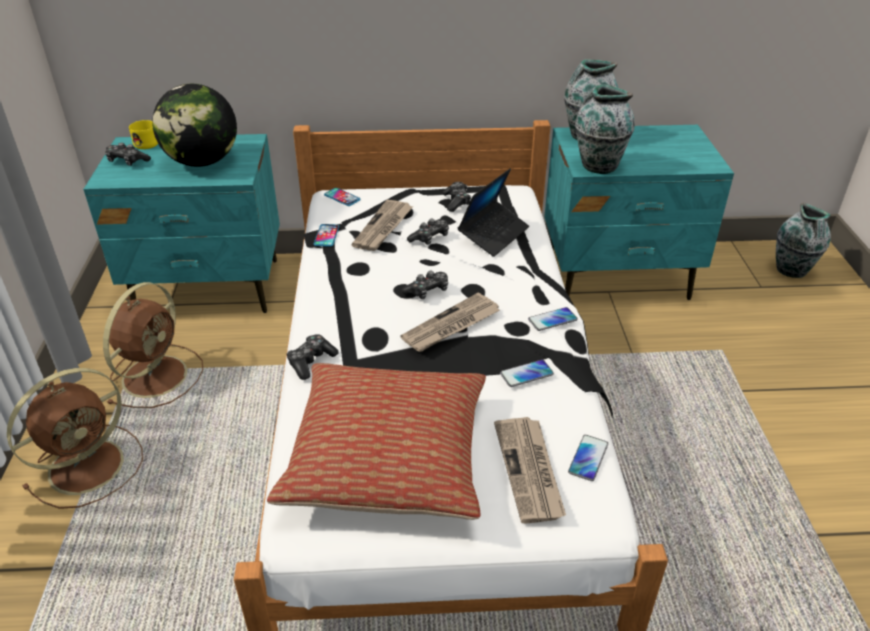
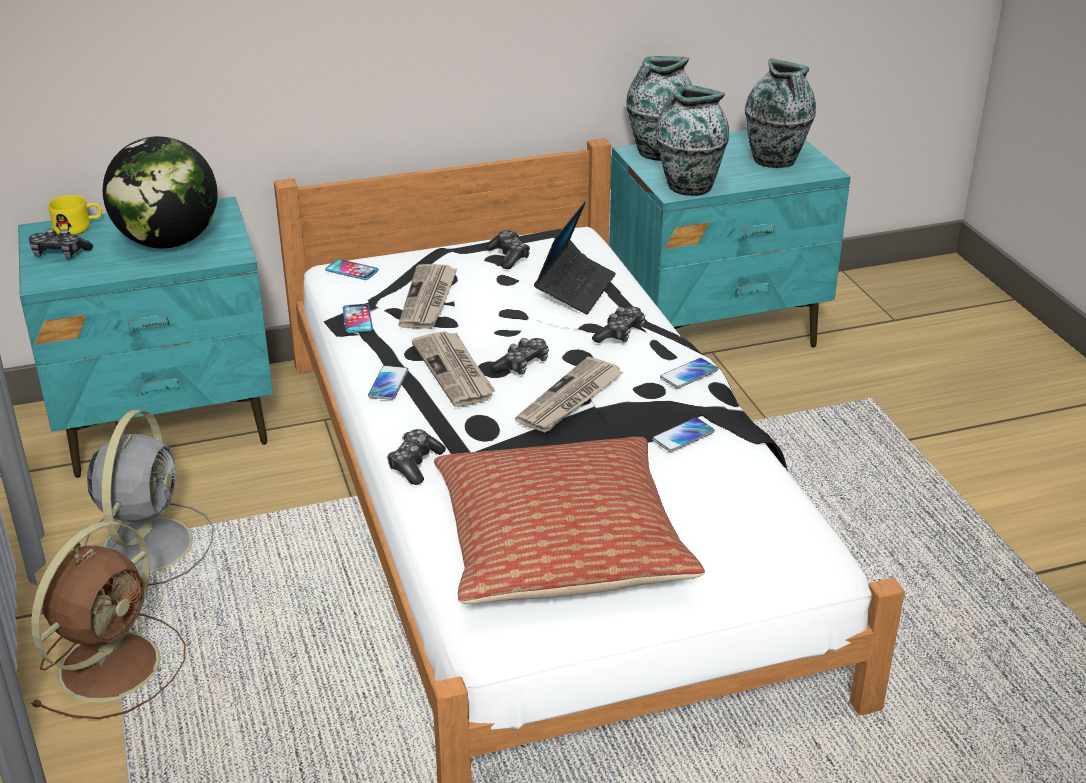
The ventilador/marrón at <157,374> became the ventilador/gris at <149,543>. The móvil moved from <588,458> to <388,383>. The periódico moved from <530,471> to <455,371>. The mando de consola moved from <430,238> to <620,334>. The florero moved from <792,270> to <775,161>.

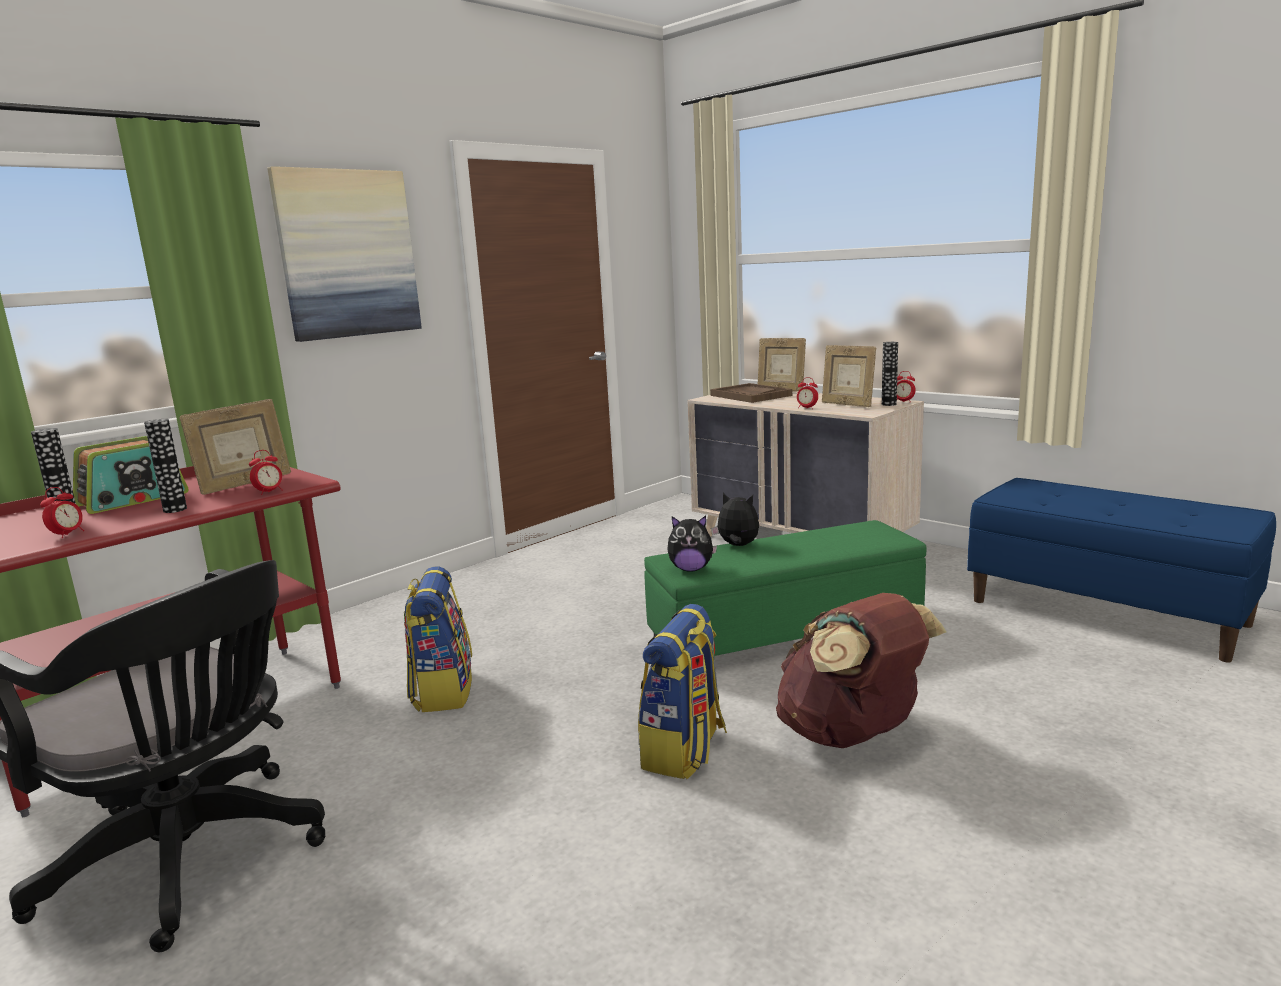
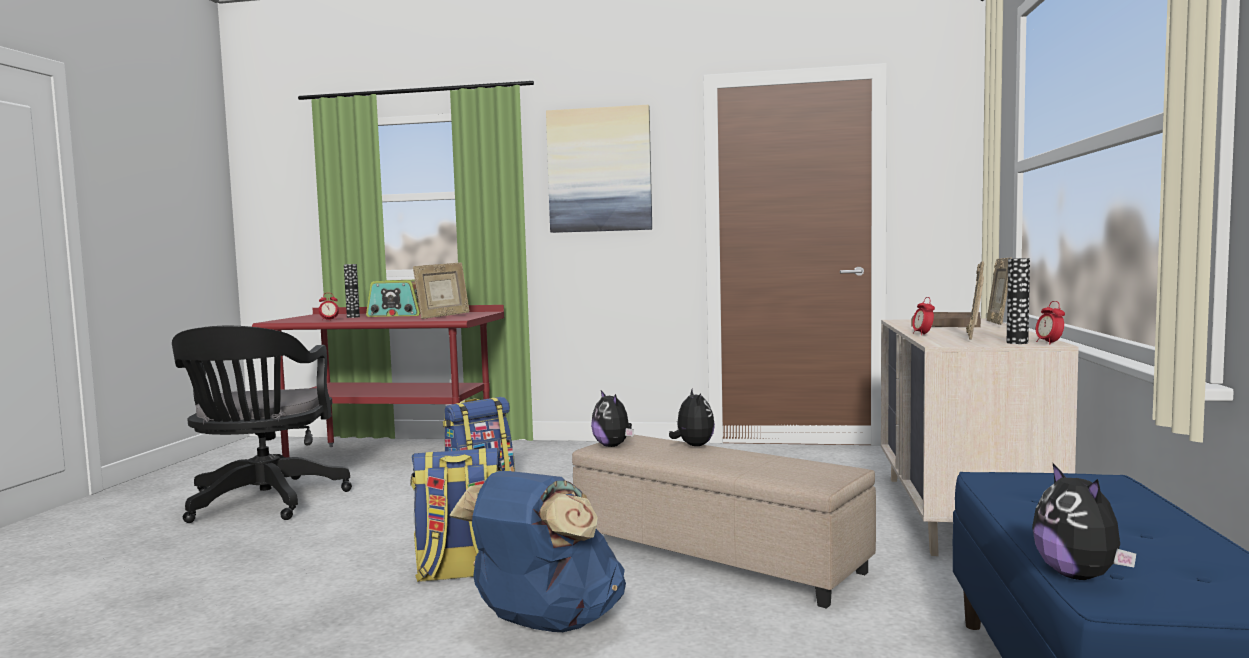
The portarretratos at <245,484> turned 60 degrees counterclockwise. The mochila/marrón at <852,735> became the mochila/azul at <545,624>. The puf/verde at <784,633> became the puf/beis at <717,556>. The peluche at <1079,576> appeared. The florero at <175,509> disappeared. The despertador at <269,492> disappeared.

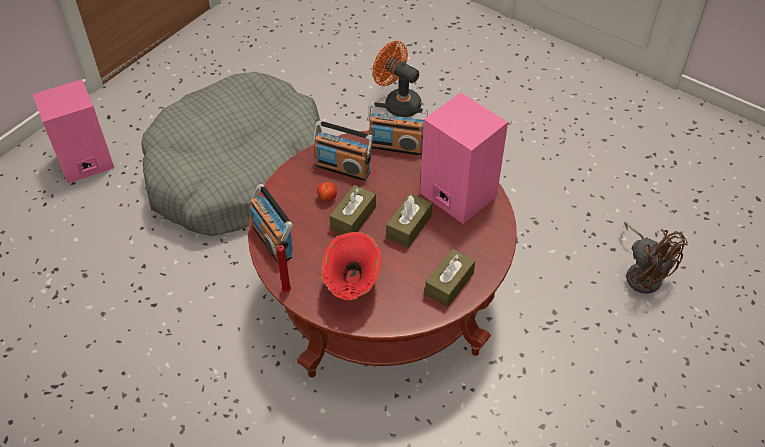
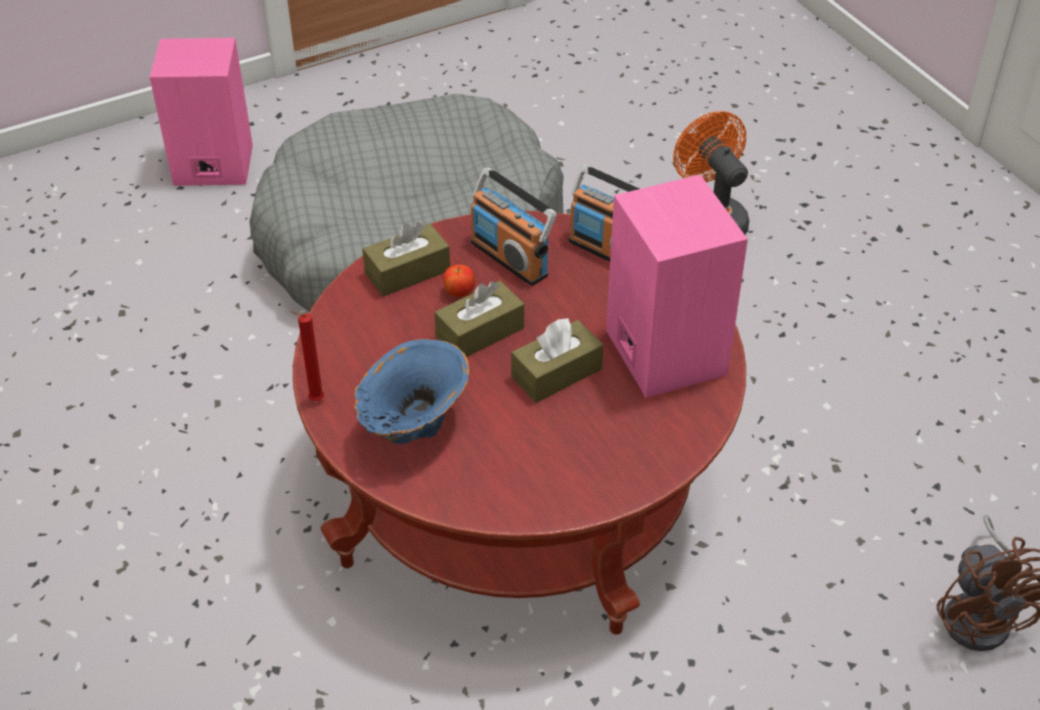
The florero/rojo at <351,288> became the florero/azul at <413,429>. The caja de pañuelos/marrón moved from <449,284> to <407,272>. The radio at <272,241> disappeared.

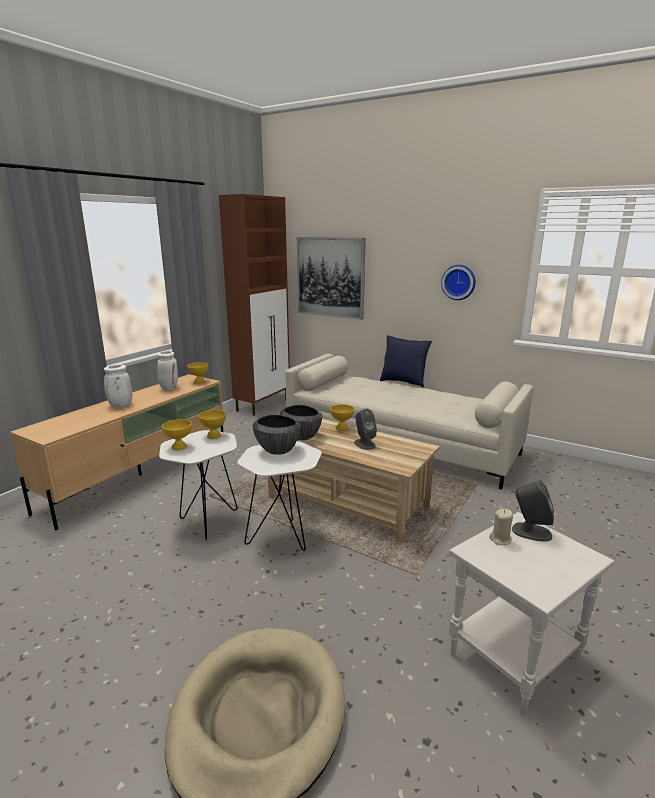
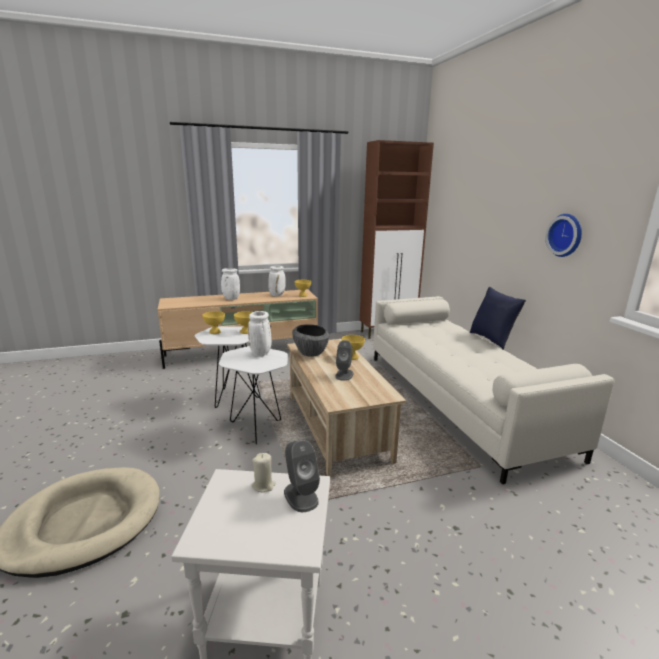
The cuenco at <278,450> was replaced by the florero/blanco at <261,354>. The cuadro at <330,277> disappeared.

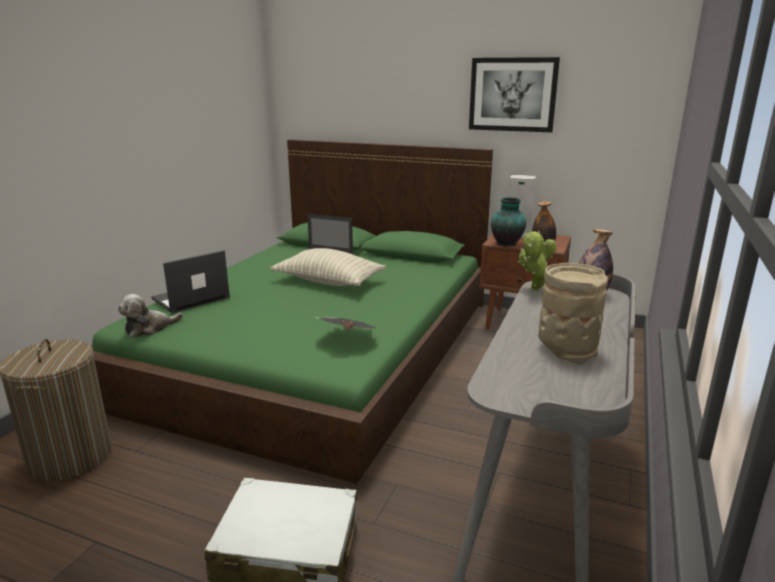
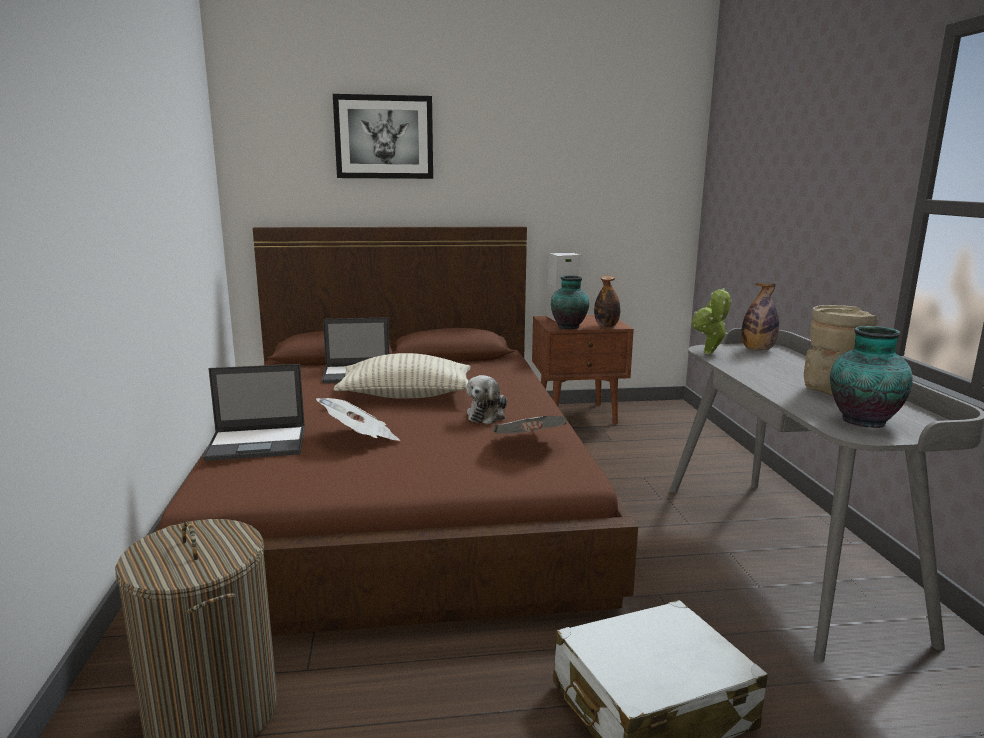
The cama/verde at <320,348> became the cama/marrón at <400,484>. The portátil at <190,298> turned 120 degrees counterclockwise. The periódico at <360,439> appeared. The cuadro moved from <512,94> to <384,137>. The peluche moved from <149,328> to <487,415>. The florero at <861,421> appeared.

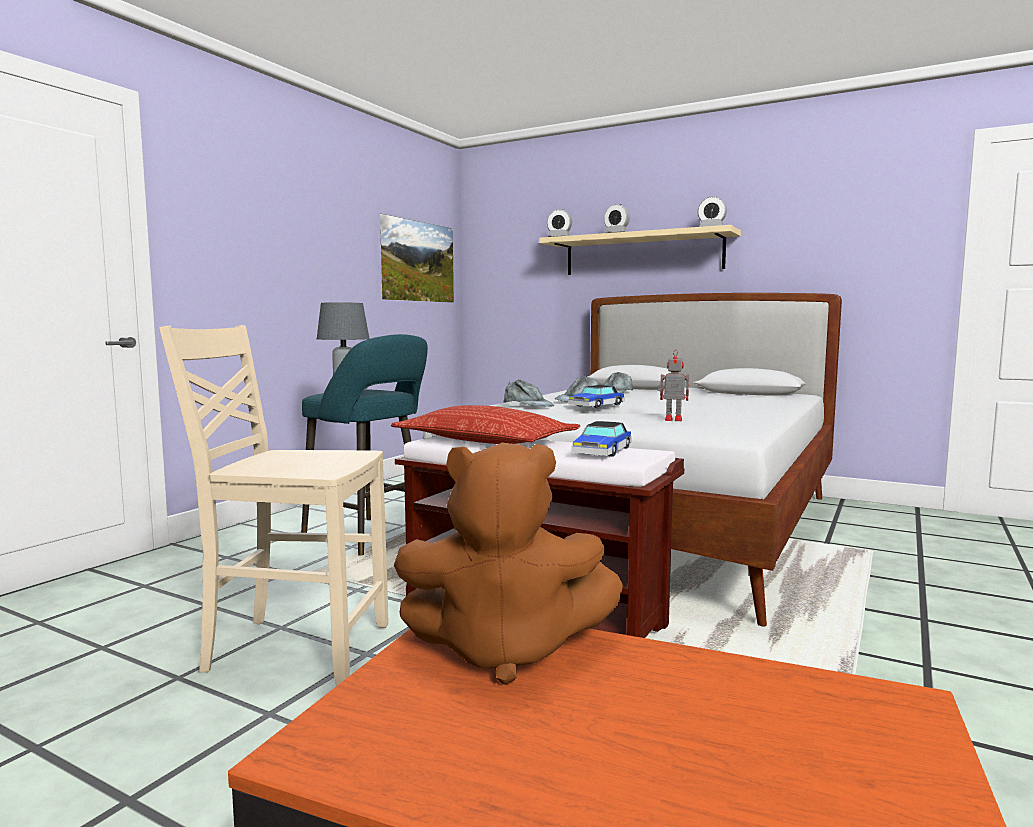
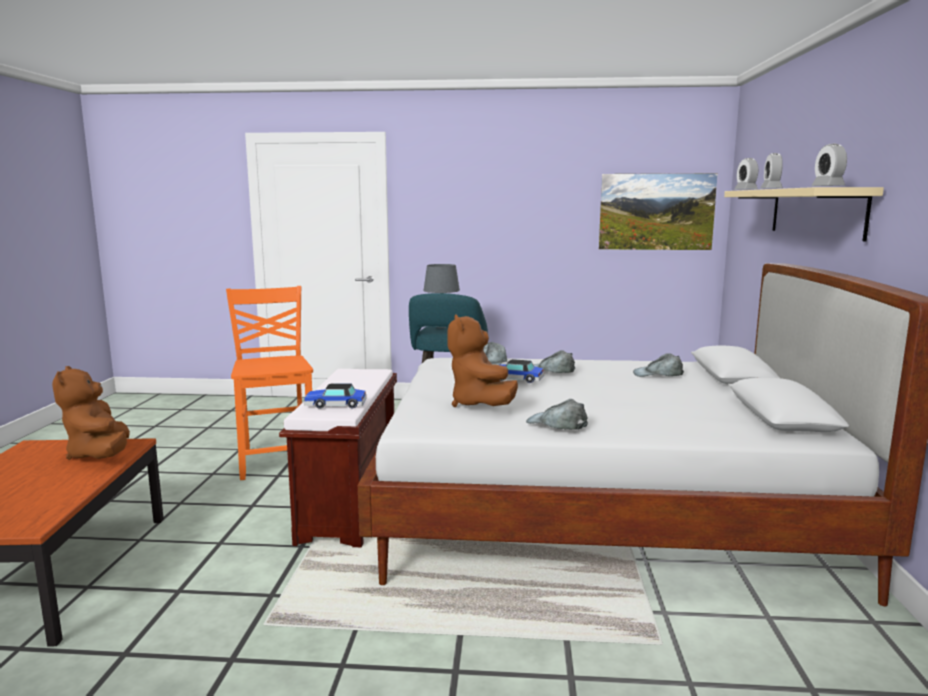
The silla/beis at <295,648> became the silla/naranja at <277,460>. The robot de juguete at <672,419> was replaced by the peluche/marrón at <479,404>. The gorra/gris at <557,423> appeared. The cojín at <485,440> disappeared.

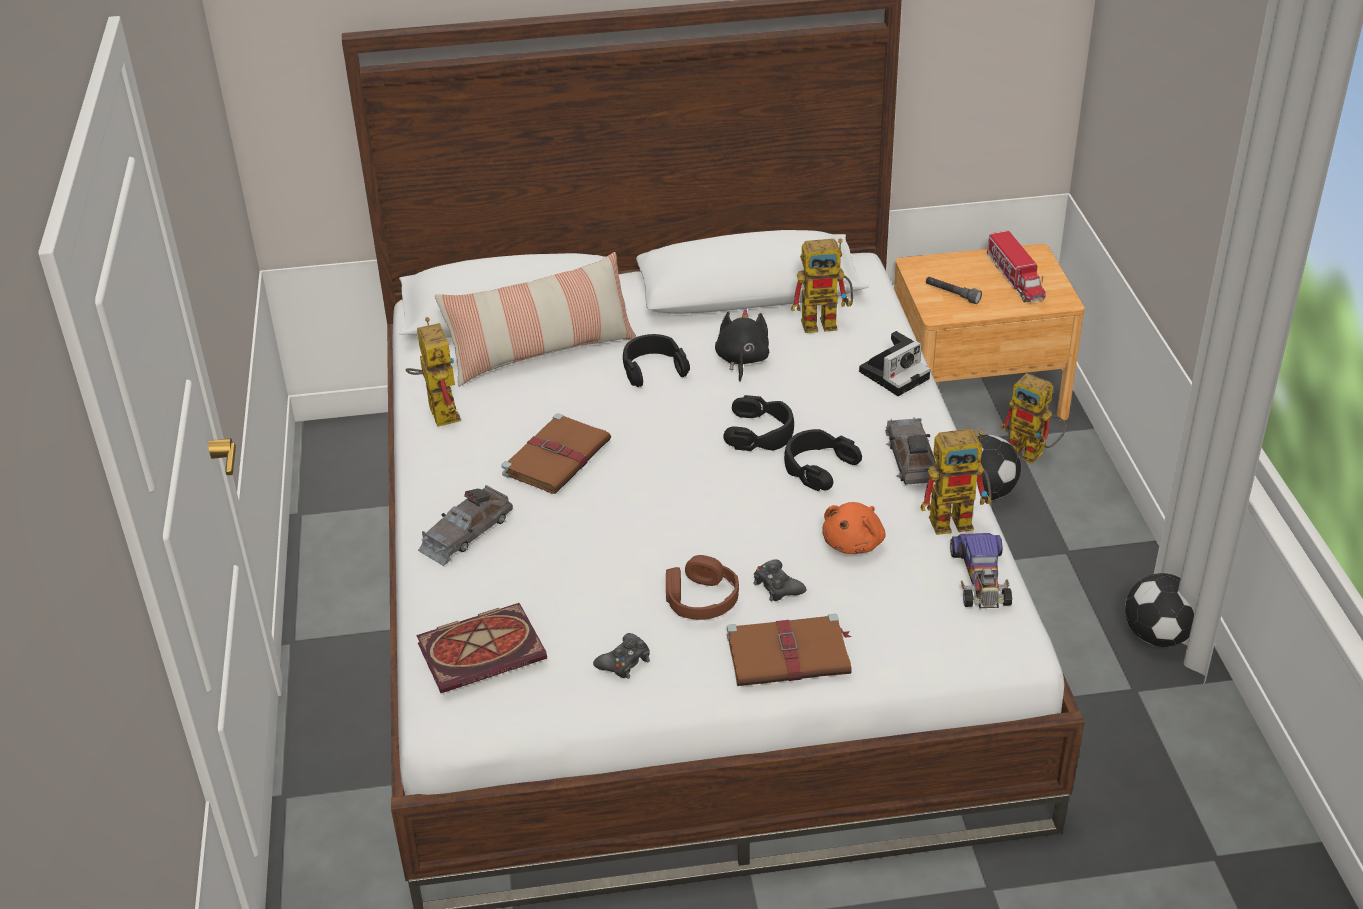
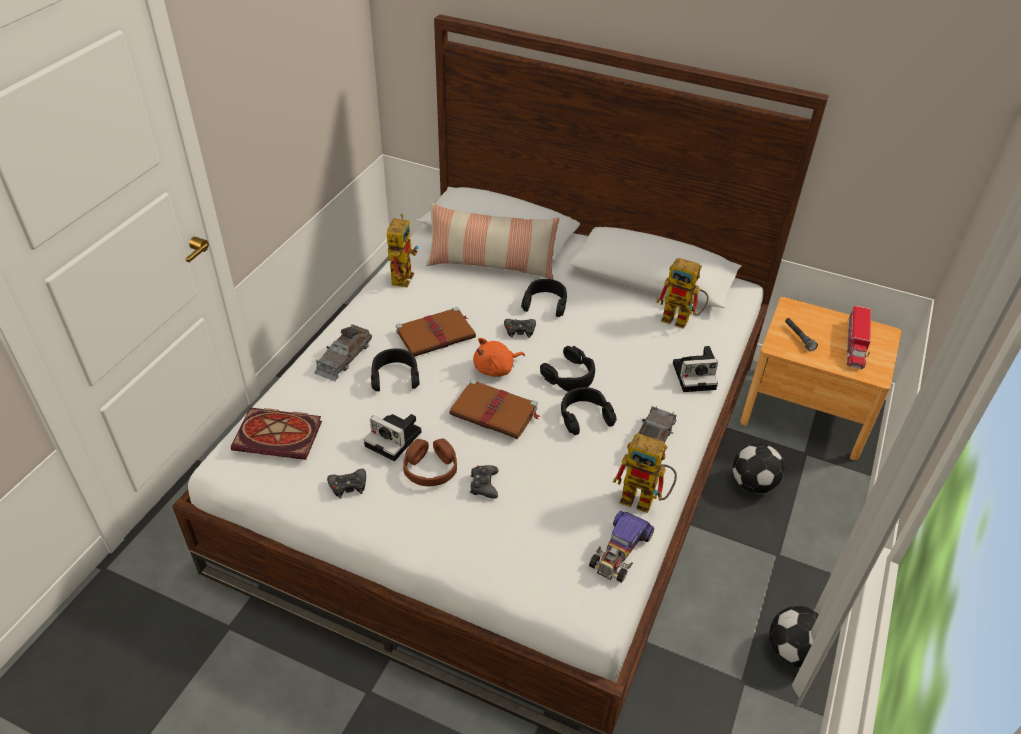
The coche de juguete/gris at <466,532> turned 45 degrees counterclockwise. The cámara at <395,439> appeared. The auriculares/negro at <395,376> appeared. The libro/marrón moved from <790,654> to <495,412>. The peluche/naranja moved from <854,543> to <496,368>. The mando de consola/negro at <519,331> appeared. The peluche/negro at <742,360> disappeared. The robot de juguete at <1033,453> disappeared.

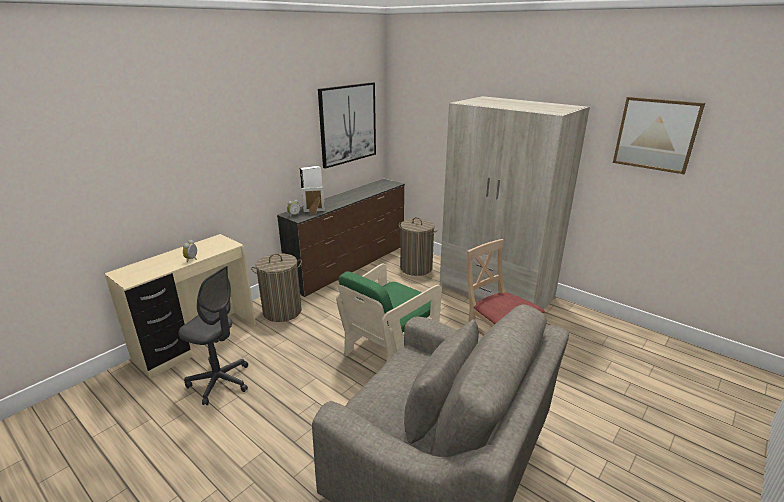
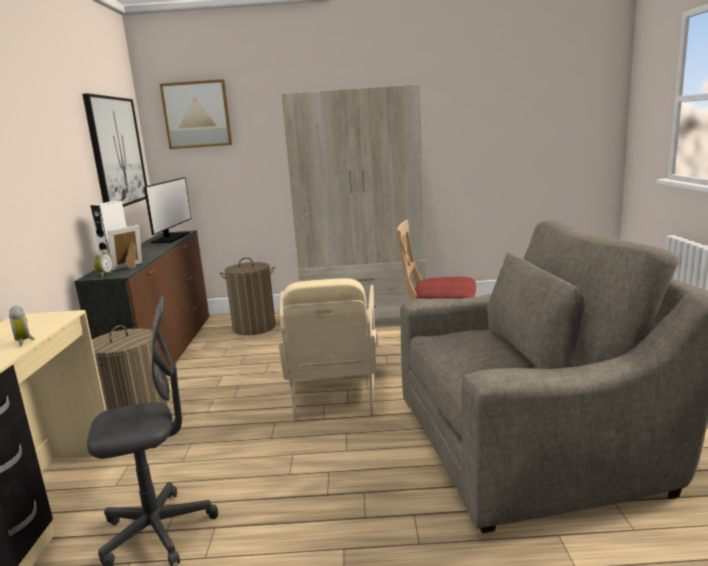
The monitor at <170,238> appeared. The cuadro moved from <656,134> to <197,114>. The sillón/verde at <389,348> became the sillón/beis at <333,392>.

